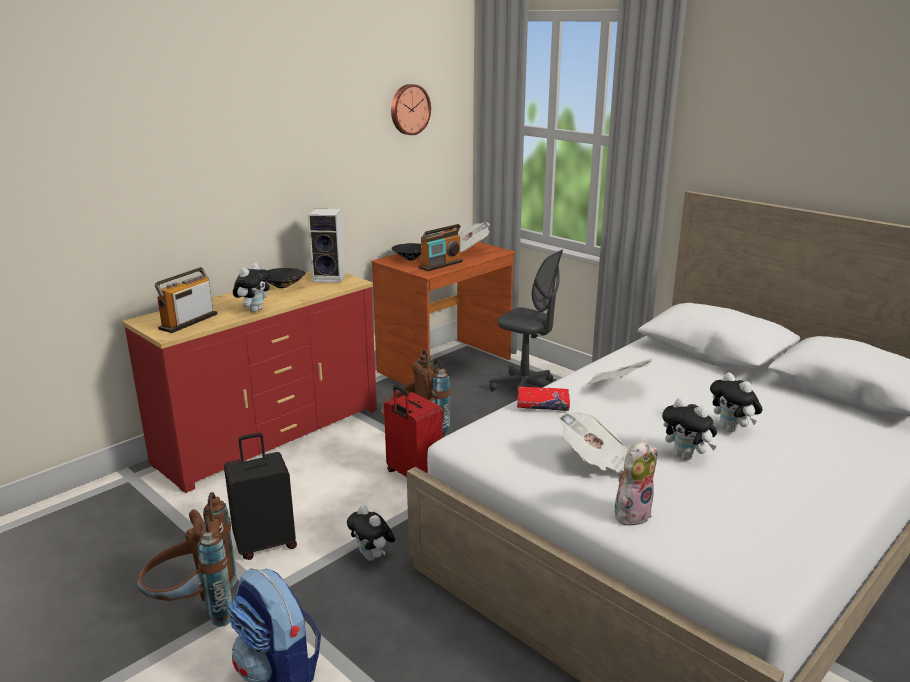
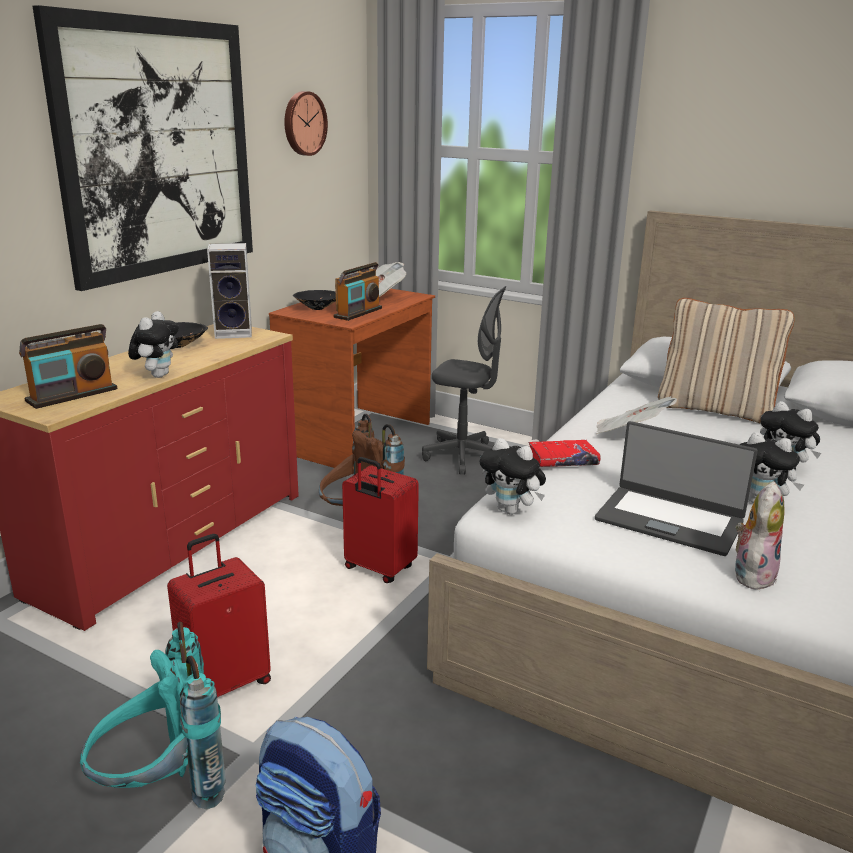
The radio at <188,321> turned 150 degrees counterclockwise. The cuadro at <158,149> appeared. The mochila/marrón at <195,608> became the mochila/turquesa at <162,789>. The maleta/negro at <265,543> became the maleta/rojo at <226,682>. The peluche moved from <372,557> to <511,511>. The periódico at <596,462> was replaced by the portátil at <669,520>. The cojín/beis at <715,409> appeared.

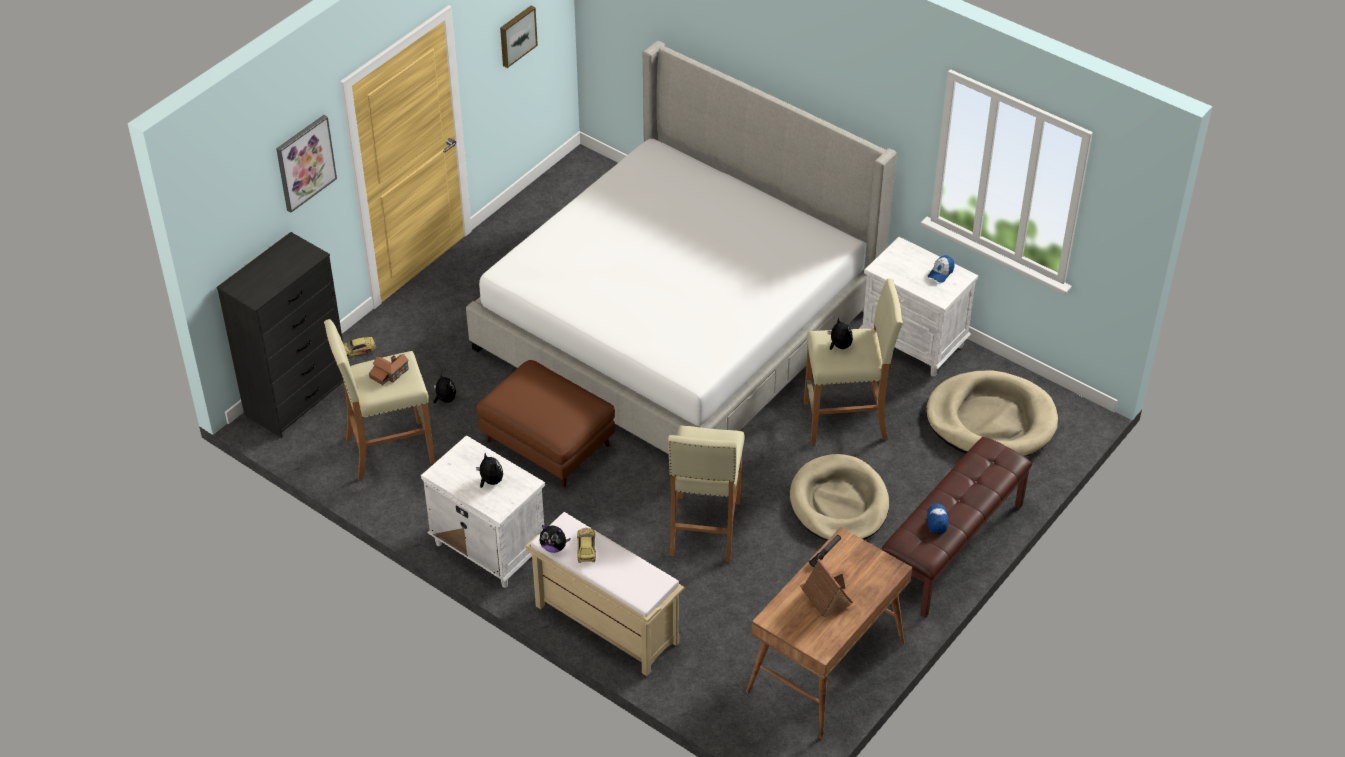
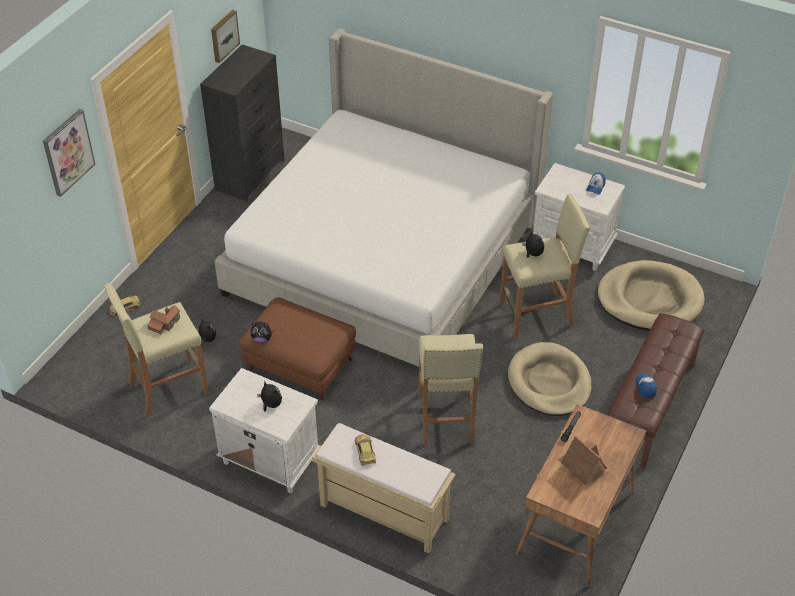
The cómoda/negro moved from <298,398> to <250,174>. The peluche moved from <554,547> to <262,339>.

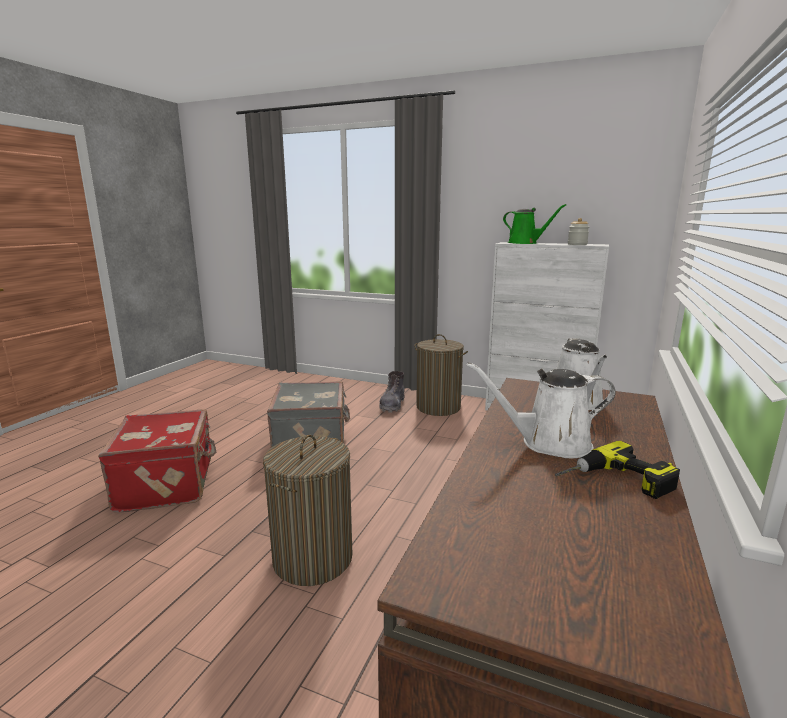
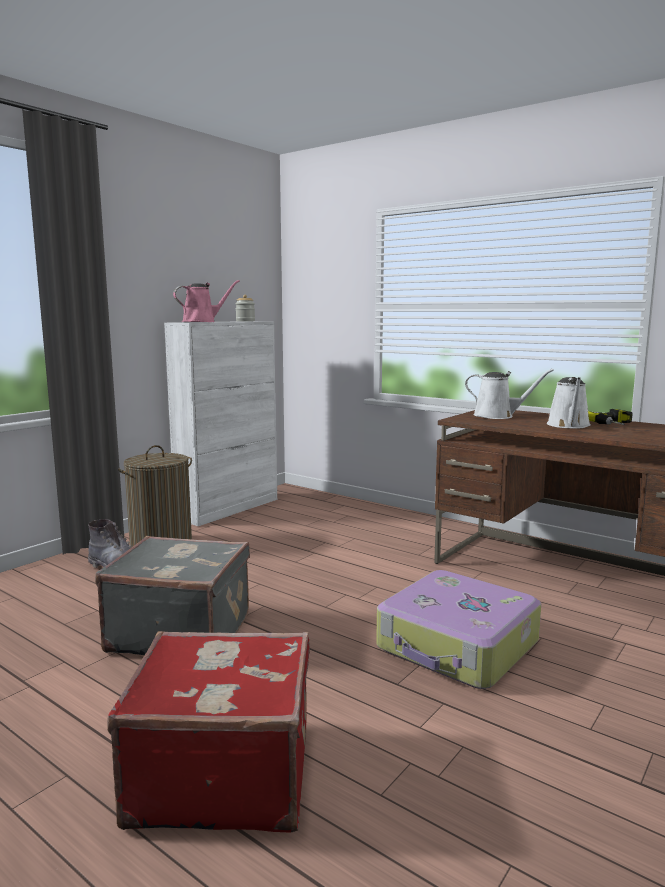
The regadera/verde at <525,243> became the regadera/rosa at <202,322>. The cesto de la ropa at <312,558> was replaced by the maleta at <457,646>.

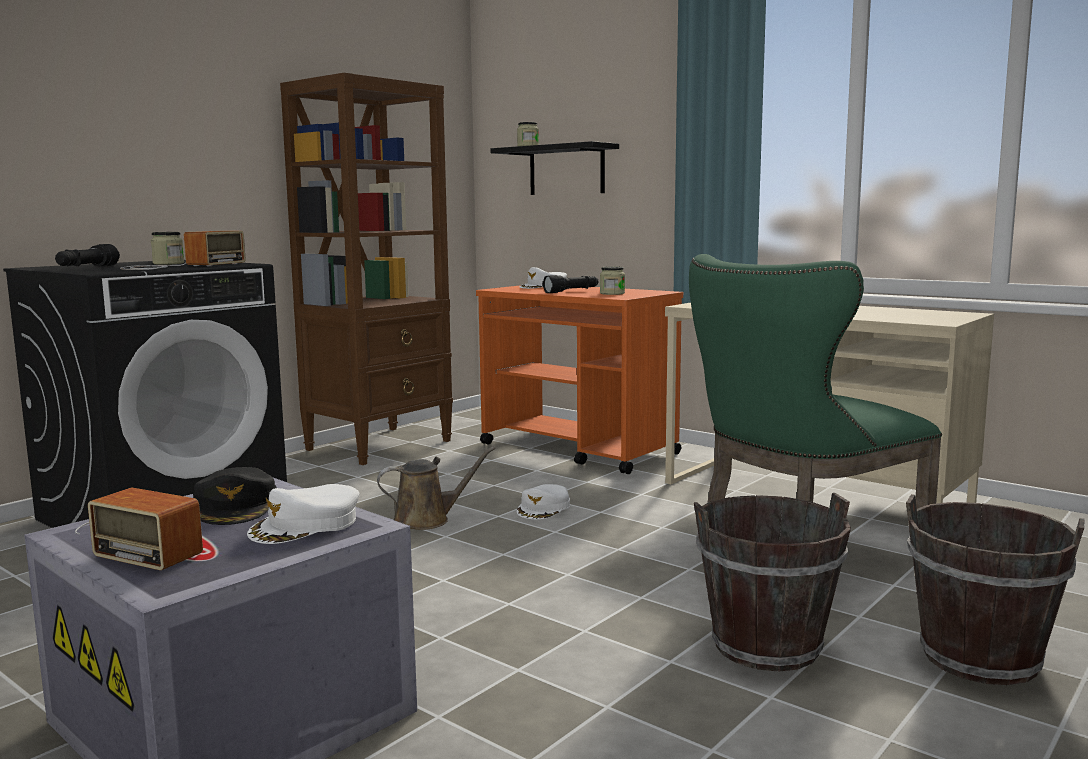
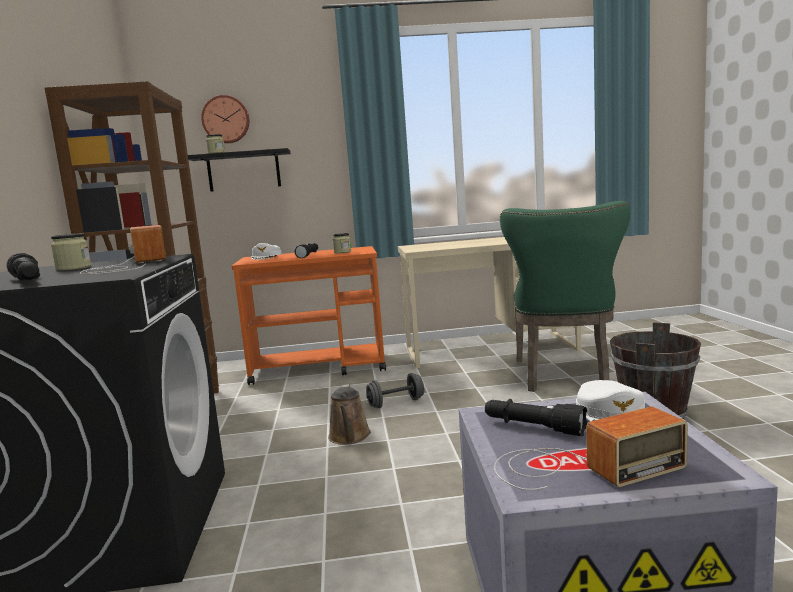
The reloj de pared at <226,119> appeared. The regadera/marrón at <427,520> turned 150 degrees clockwise. The gorra/blanco at <544,509> was replaced by the mancuerna/gris at <396,403>. The gorra/negro at <236,506> was replaced by the linterna/negro at <533,427>. The cubo/marrón at <980,658> disappeared.

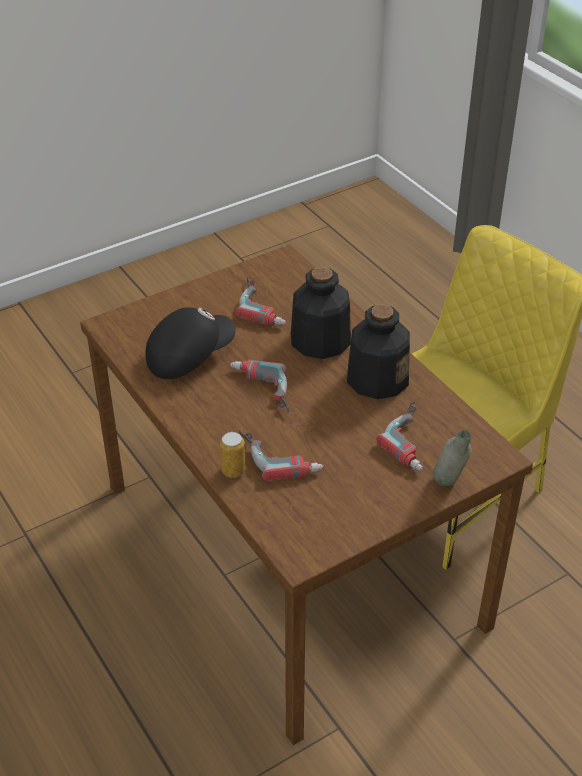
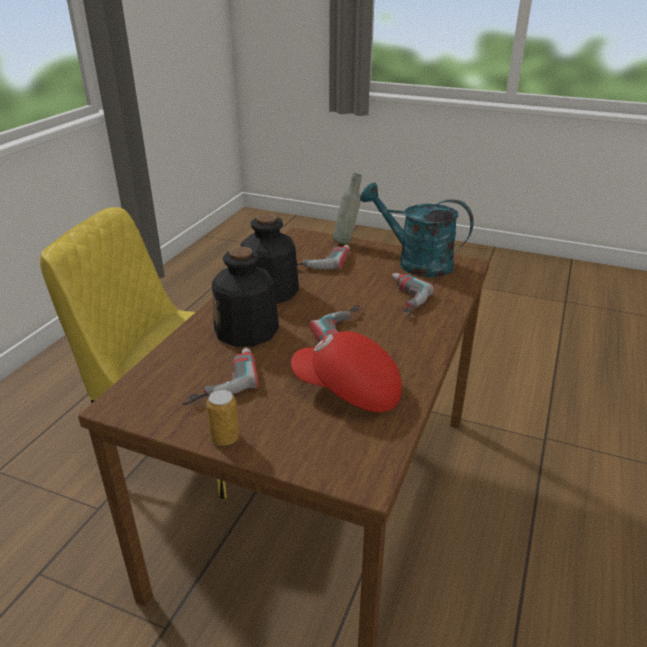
The lata moved from <233,471> to <225,438>. The gorra/negro at <189,356> became the gorra/rojo at <347,391>. The regadera/turquesa at <415,262> appeared.

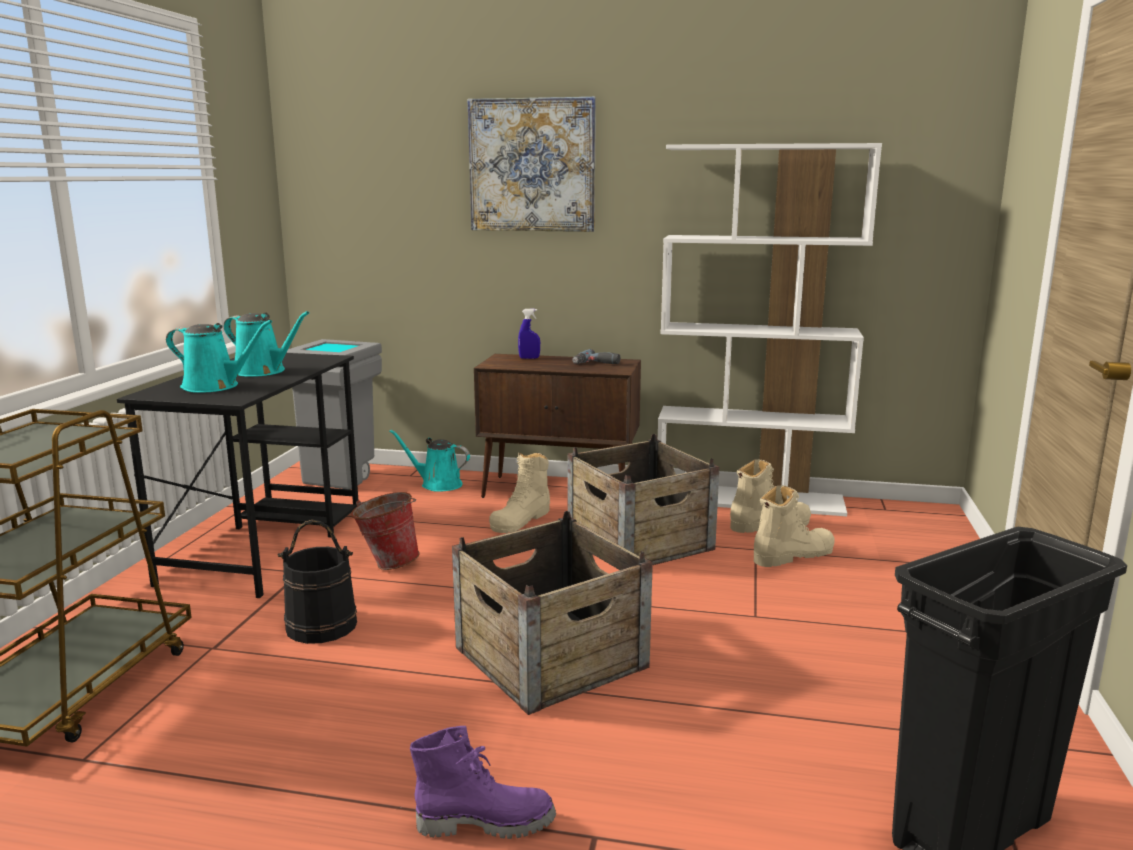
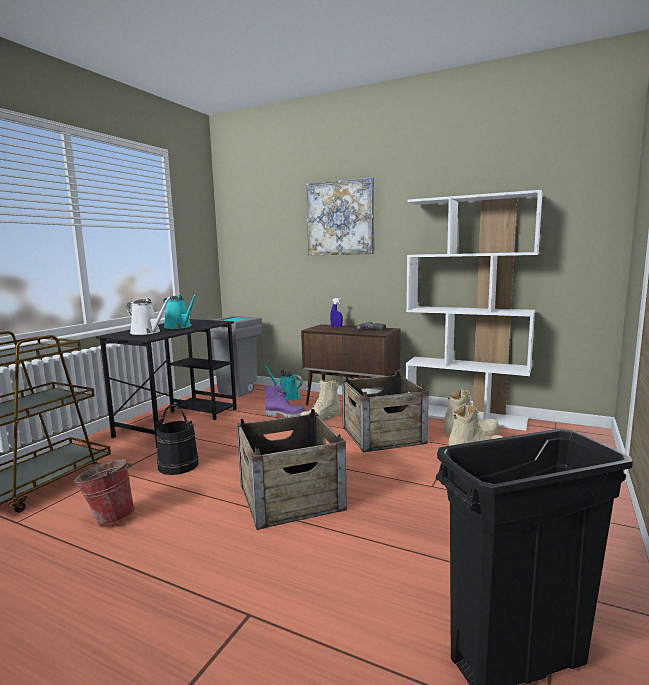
The cubo moved from <387,563> to <110,517>. The regadera/turquesa at <215,386> became the regadera/blanco at <147,332>. The bota/morado moved from <486,822> to <285,415>.

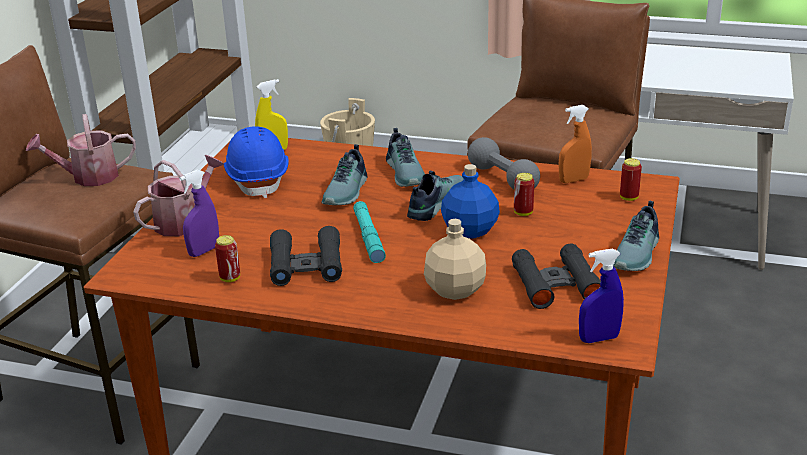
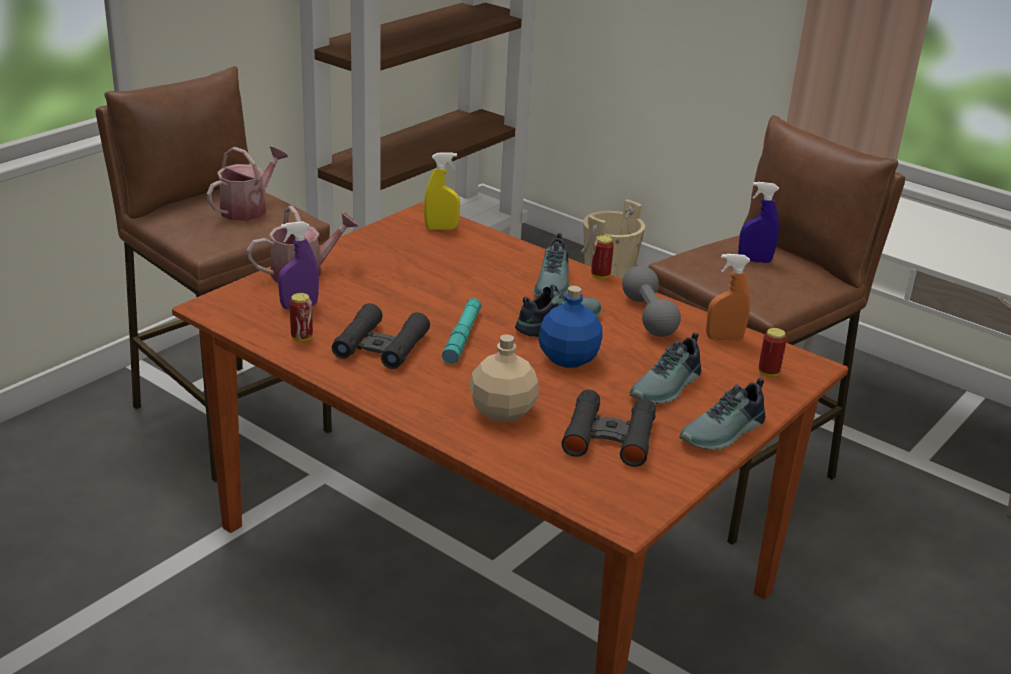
The regadera at <88,177> turned 120 degrees clockwise. The lata moved from <523,213> to <600,276>. The zapato moved from <348,191> to <668,387>. The pulverizador/azul moved from <599,338> to <754,260>. The casco/azul at <258,179> disappeared.

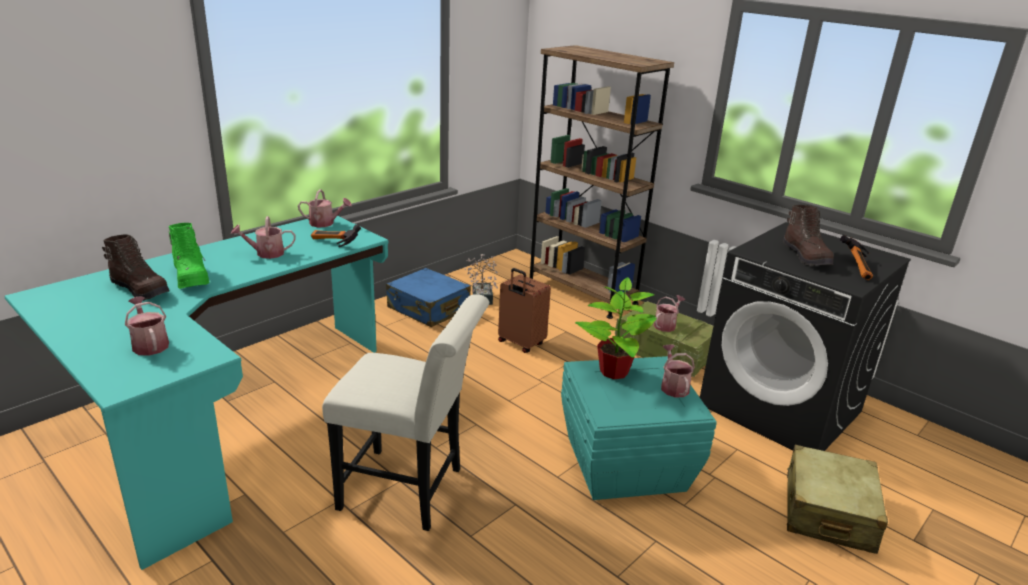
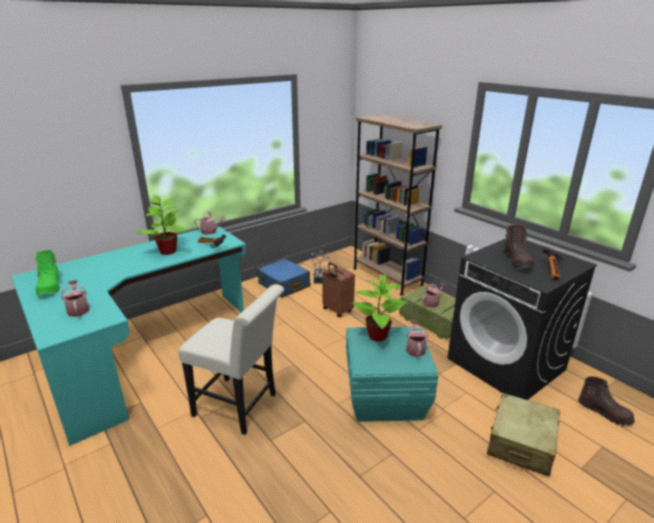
The bota/verde moved from <191,277> to <50,287>. The regadera at <266,253> was replaced by the planta en maceta at <167,251>. The bota/marrón moved from <141,289> to <604,412>.

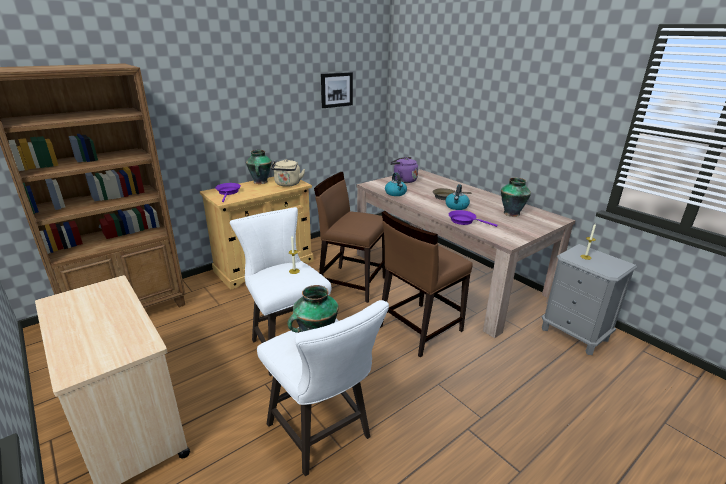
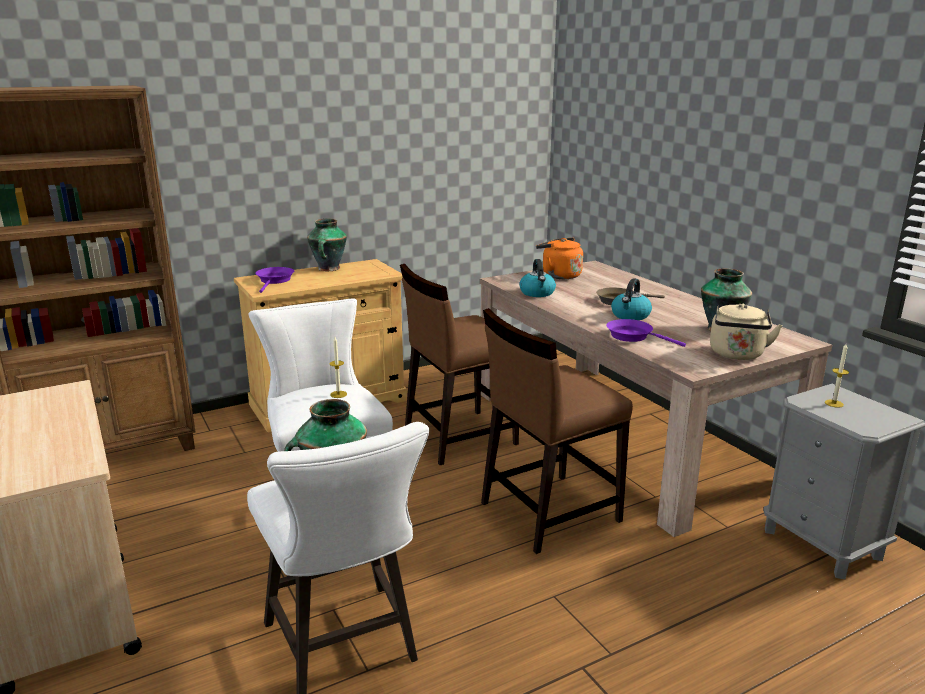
The silla/marrón at <352,283> turned 60 degrees counterclockwise. The hervidor/morado at <403,180> became the hervidor/naranja at <559,275>. The hervidor/beis moved from <287,184> to <737,355>. The cuadro at <336,89> disappeared.

